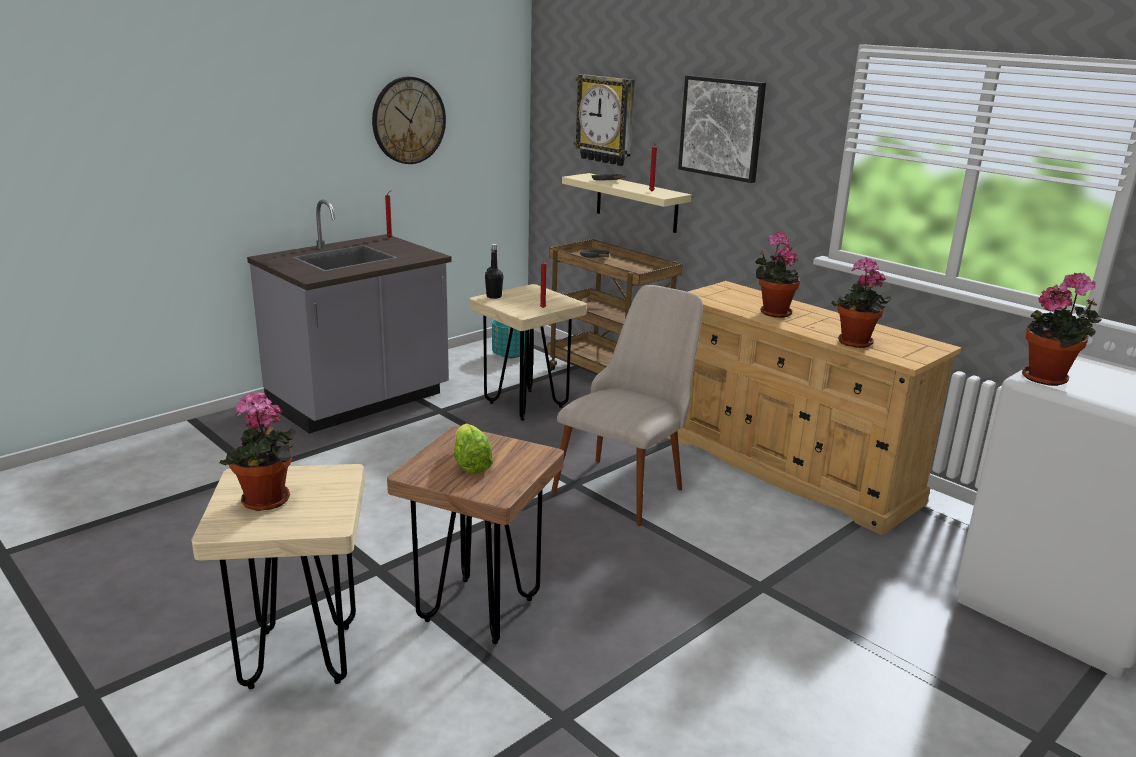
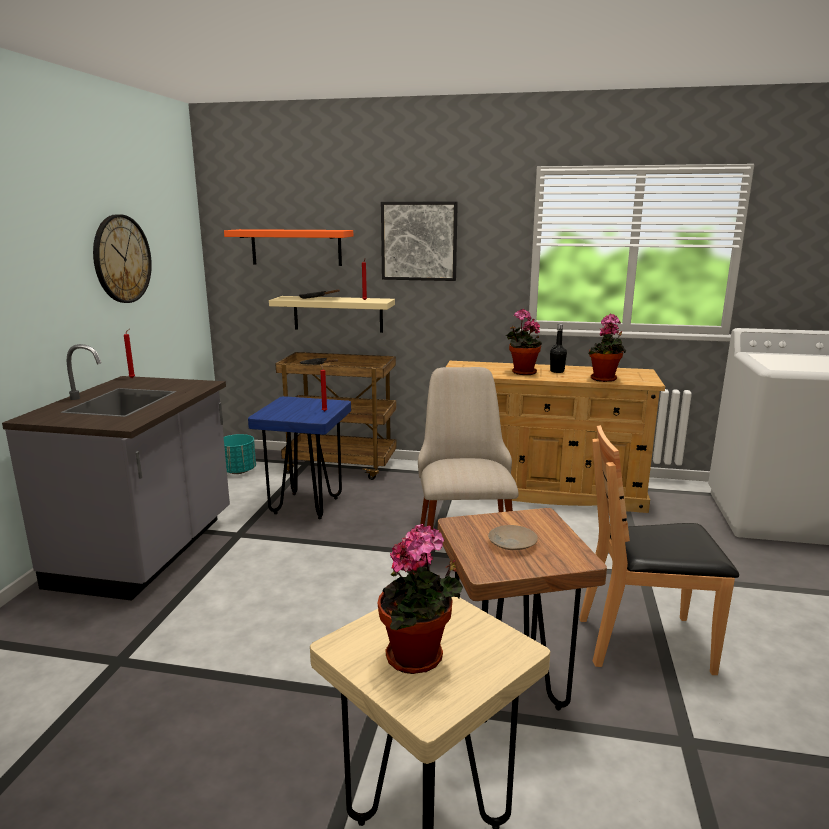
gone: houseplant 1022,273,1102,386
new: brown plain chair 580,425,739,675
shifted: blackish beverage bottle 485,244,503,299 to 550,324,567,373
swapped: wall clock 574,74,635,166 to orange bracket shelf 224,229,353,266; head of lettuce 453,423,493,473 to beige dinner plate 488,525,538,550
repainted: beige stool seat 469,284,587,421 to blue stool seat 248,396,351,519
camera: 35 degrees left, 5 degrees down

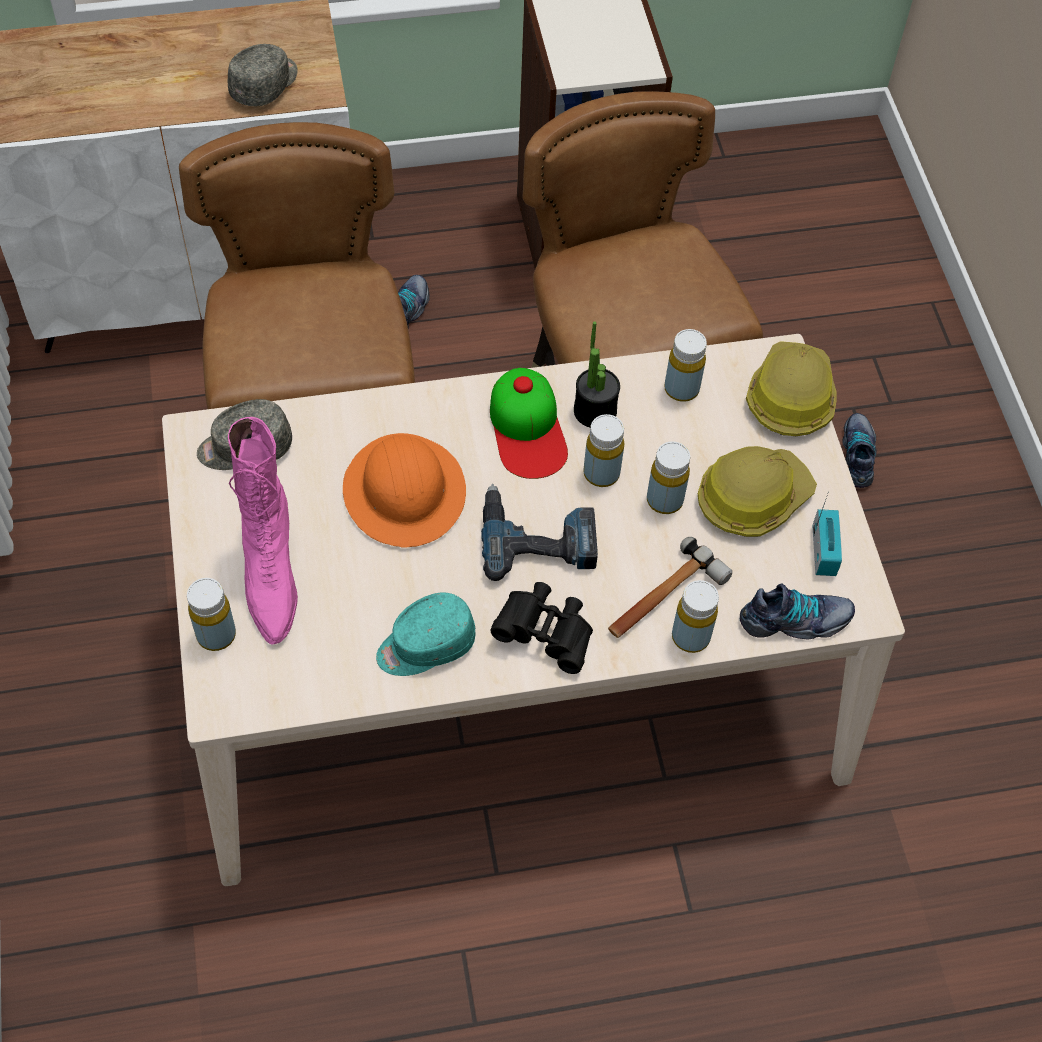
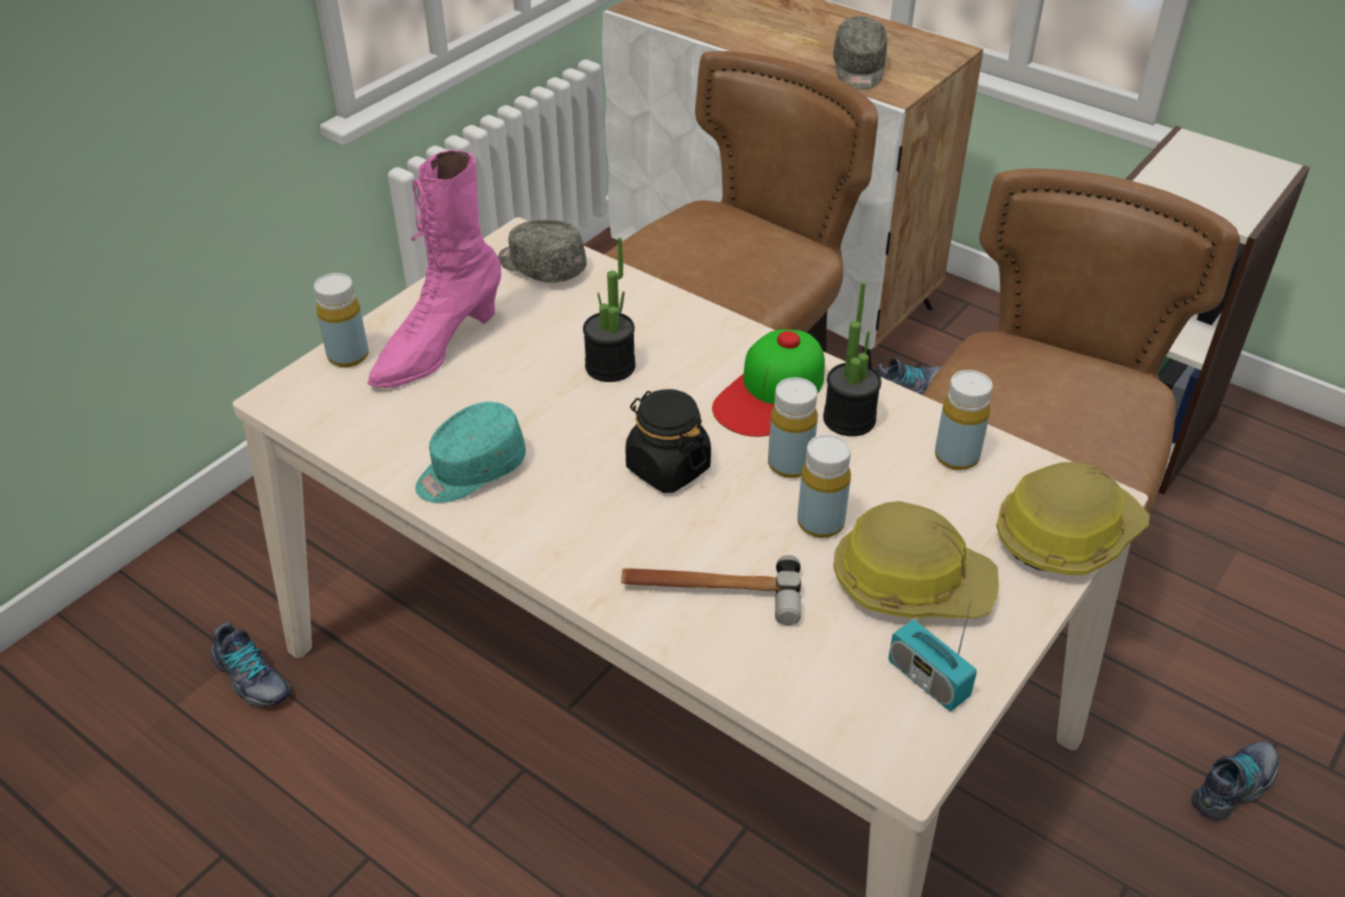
gone: yellow beverage bottle 672,580,719,653; blackish field glasses 491,582,593,674
shifted: low shoe 740,584,855,639 to 211,622,291,707
swapped: orange work helmet 343,433,466,547 to houseplant 583,237,636,382; power drill 481,484,598,581 to blackish preserve jar 625,389,711,493
rotated: gray baseball cap 227,44,298,106 = 833,16,887,89 105 degrees clockwise; radio 813,491,842,576 = 888,598,977,711 90 degrees clockwise; blue-green baseball cap 376,592,476,676 = 415,402,526,503 60 degrees counterclockwise
camera: 50 degrees right, 15 degrees down

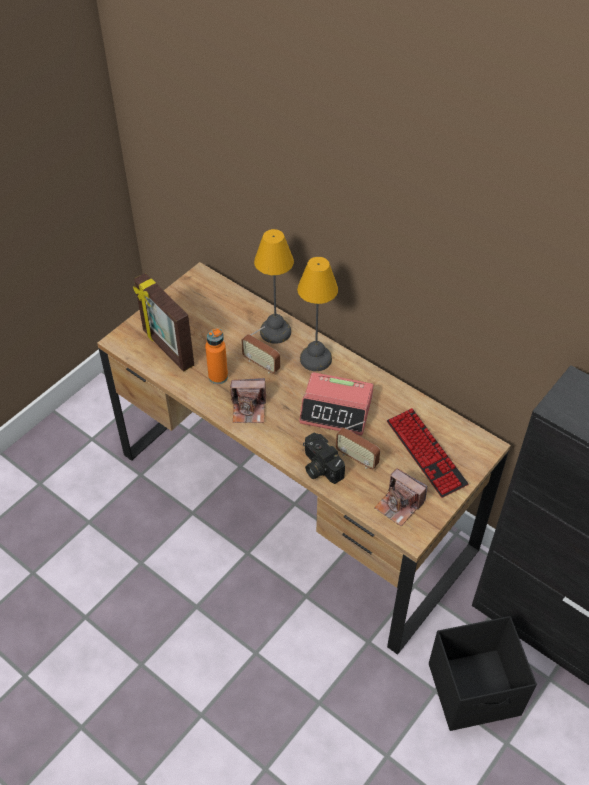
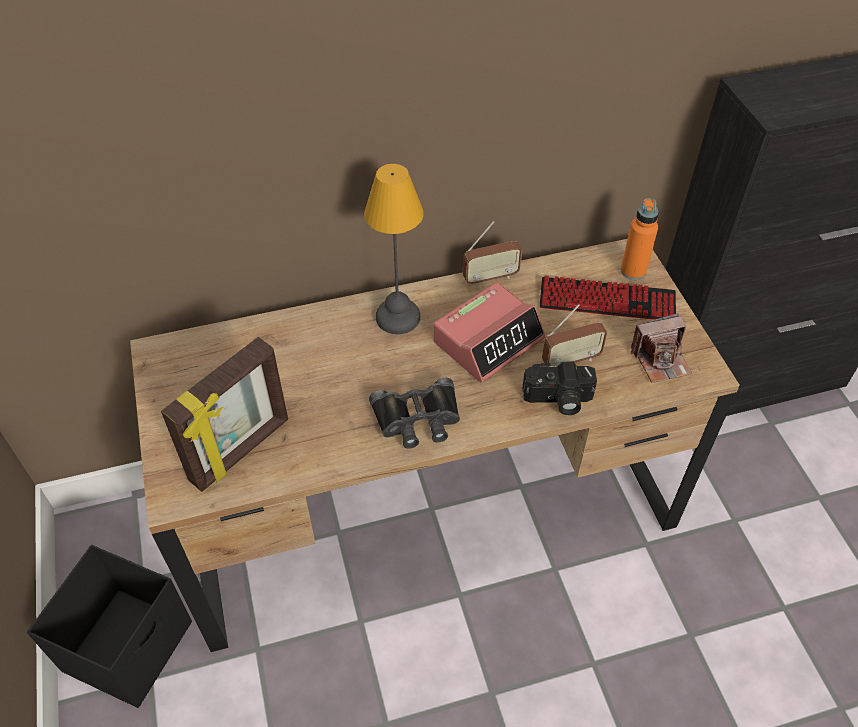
gone: tabletop lamp 254,229,294,344
shifted: radio 241,327,280,374 to 463,221,522,286; orange beverage bottle 205,328,228,384 to 621,198,659,280; blackish storage container 429,616,537,731 to 27,545,192,708
swapped: photo camera 230,378,266,423 to blackish field glasses 369,378,460,448
rotated: photo frame 133,273,194,372 = 161,337,288,492 45 degrees counterclockwise
camera: 55 degrees left, 0 degrees up

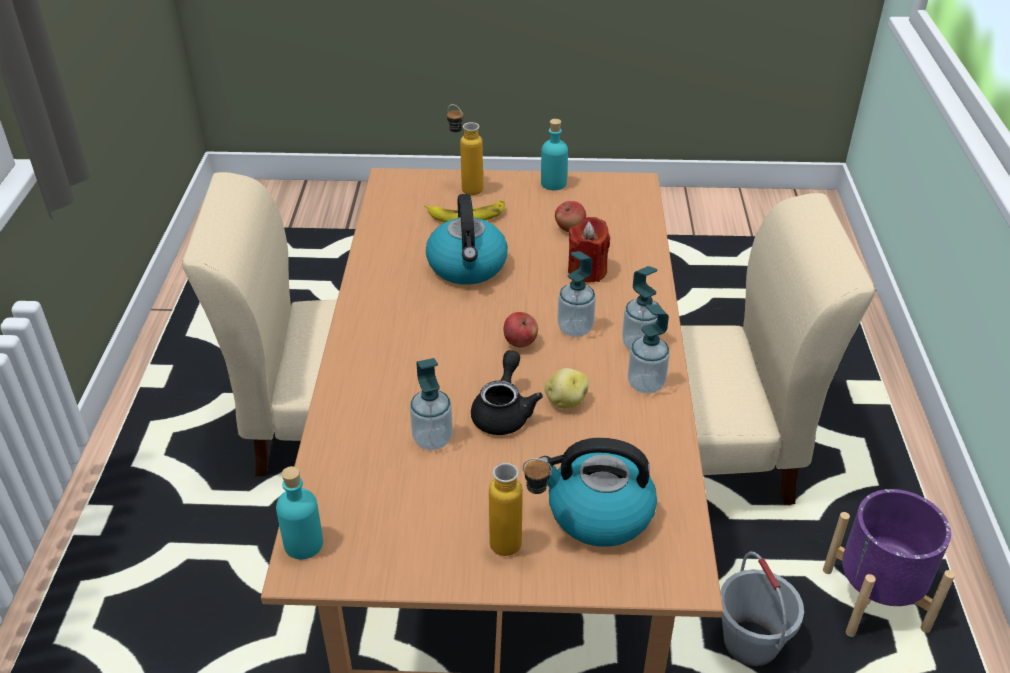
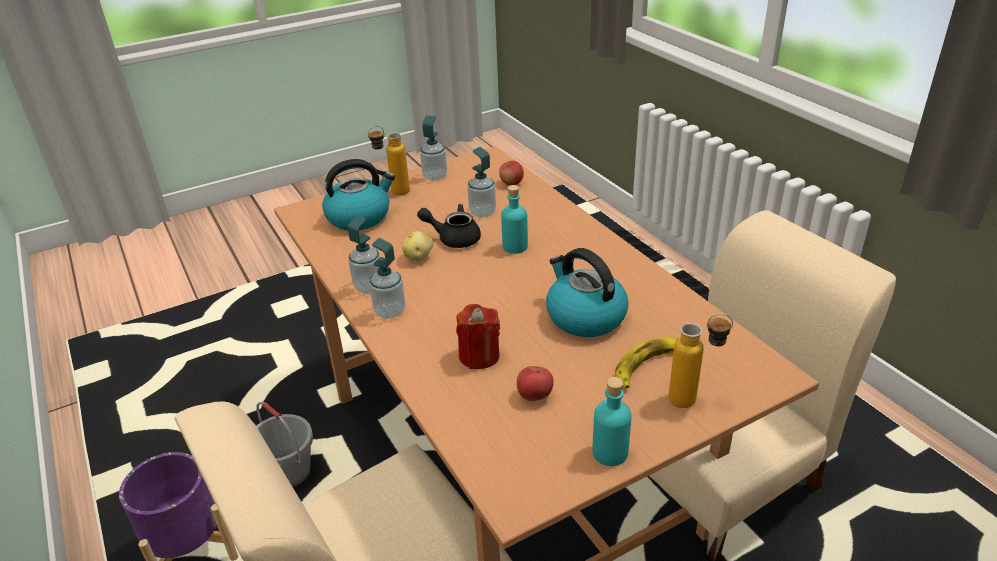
shifted: liquid soap bottle 557,251,596,337 to 420,115,447,181; whole apple 504,312,538,348 to 499,160,524,185; blue-green beverage bottle 276,466,323,559 to 501,185,528,254
rotated: blackish tea pot 471,350,543,435 = 417,204,481,248 120 degrees clockwise
camera: 150 degrees right, 5 degrees down

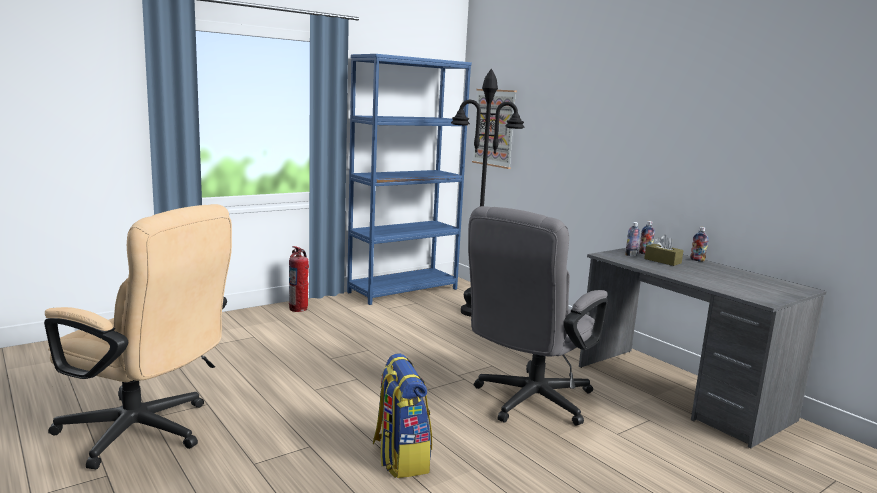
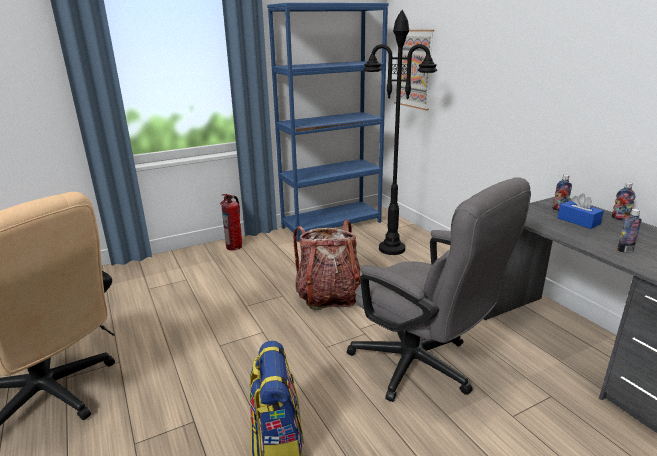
new: rucksack 293,220,361,310
shifted: beverage bottle 625,222,640,256 to 617,209,642,253
repainted: brown box of tissues 644,235,684,266 to blue box of tissues 558,194,604,229
rotated: gray computer chair 464,206,608,426 = 347,177,531,402 90 degrees counterclockwise
camera: 10 degrees right, 10 degrees up

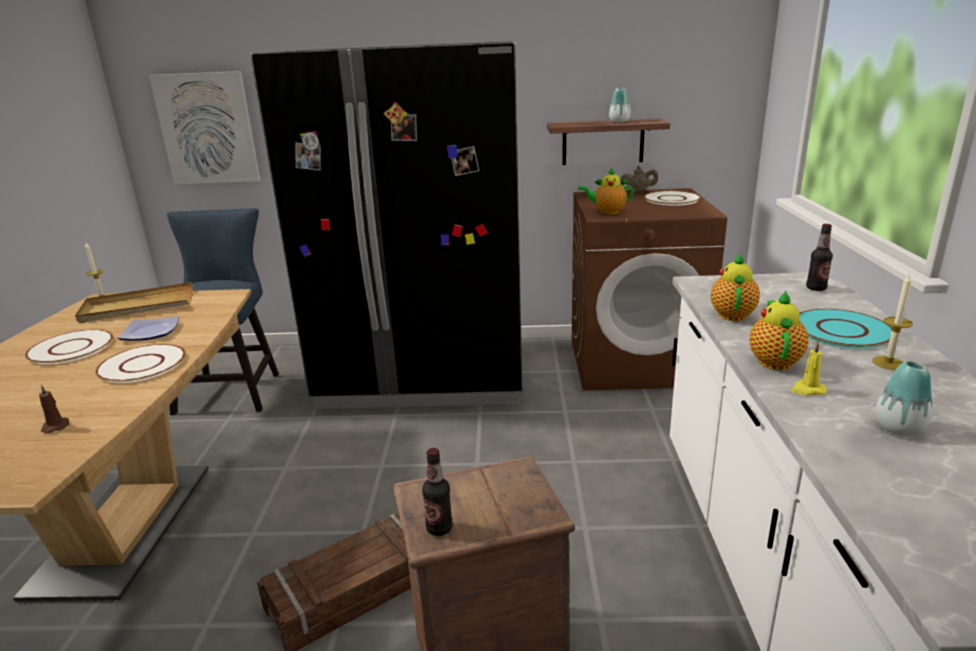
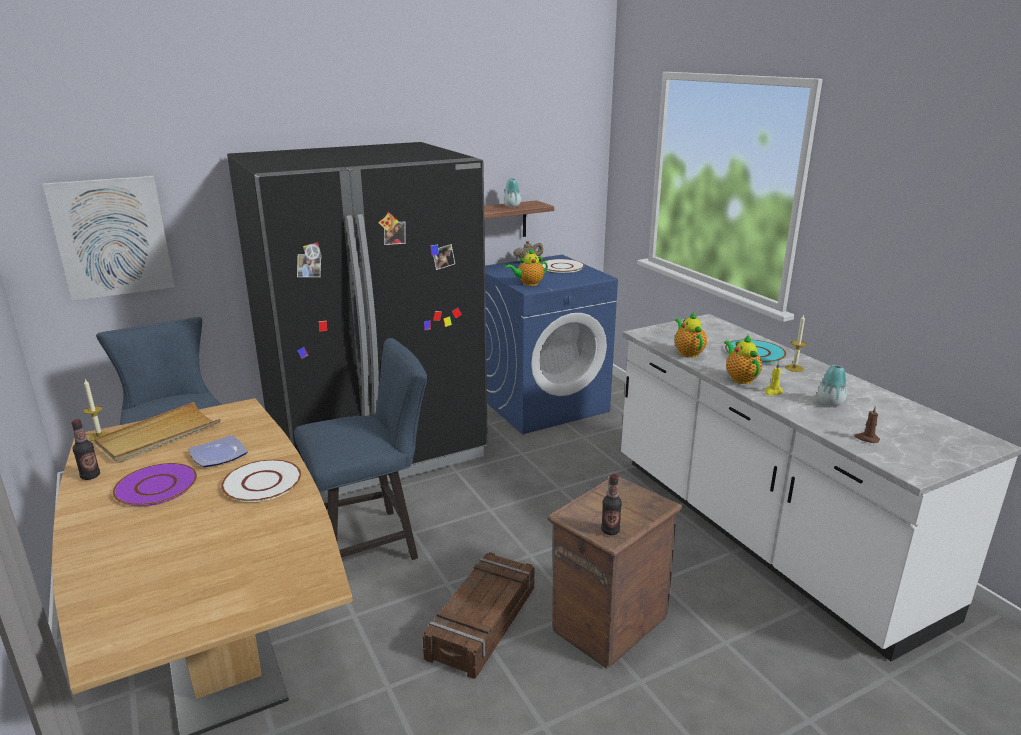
new: blue plain chair 294,338,427,560
shifted: beverage bottle 806,224,833,291 to 72,419,100,480; brown wax light 39,384,69,433 to 855,406,880,443
repainted: brown laundry machine 572,188,727,390 to blue laundry machine 485,255,618,434; whitish dinner plate 25,329,113,364 to purple-coloured dinner plate 113,463,197,506
camera: 30 degrees left, 0 degrees up

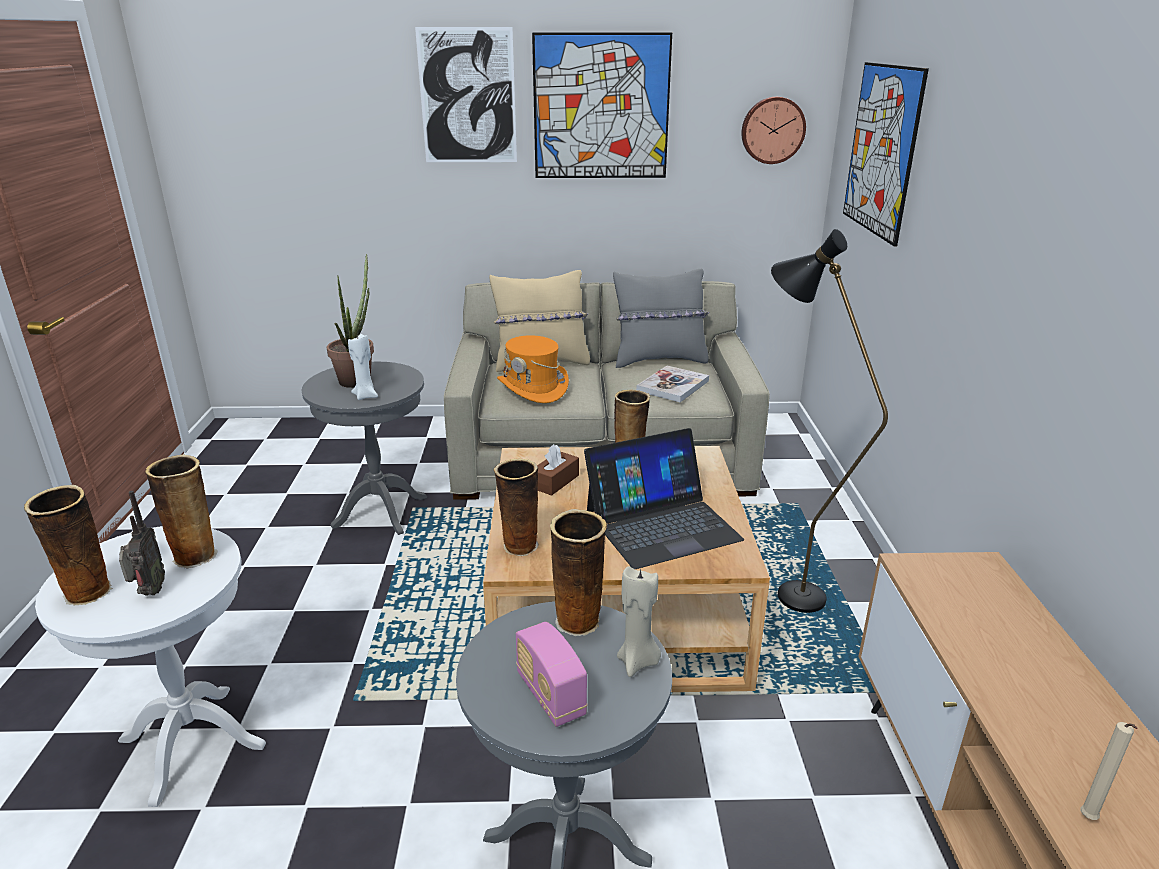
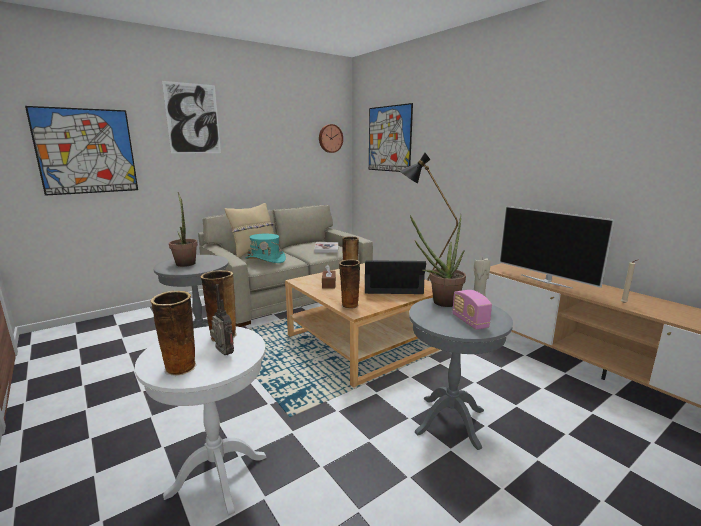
gone: gray cushion 613,269,709,368; whitish wax light 348,334,378,400
new: television 499,206,615,289
shifted: picture 532,33,672,178 to 25,106,138,196
swapped: decorative vase 550,509,607,636 to houseplant 410,214,466,307
repainted: orange wearable hat 497,335,569,403 to blue-green wearable hat 246,234,286,263
rotated: portable computer 584,428,744,569 = 365,260,426,294 120 degrees counterclockwise; radio 516,622,587,727 = 452,290,492,330 45 degrees clockwise
camera: 35 degrees left, 10 degrees down

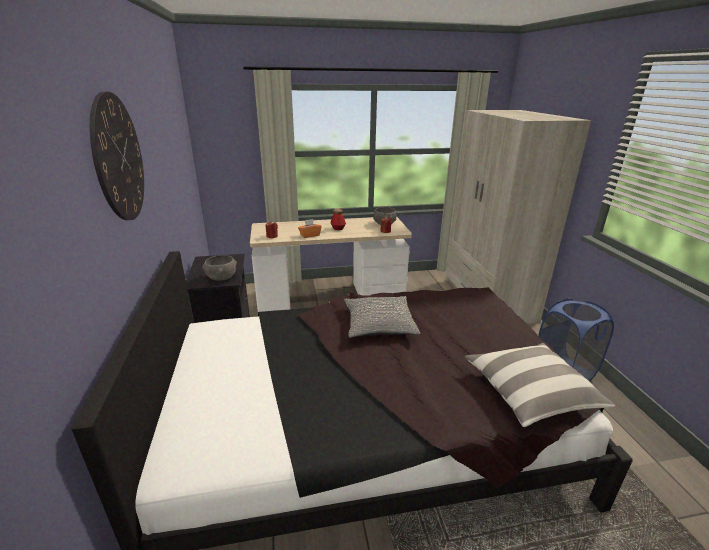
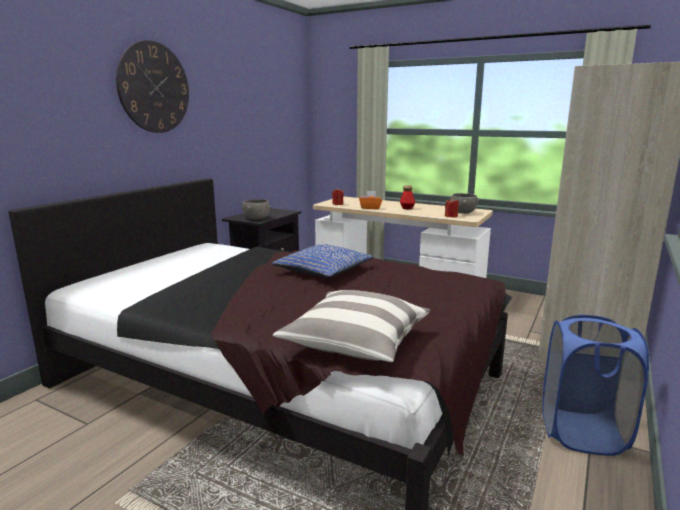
repainted: gray cushion 344,296,420,338 to blue cushion 272,244,374,278
camera: 40 degrees right, 10 degrees down

